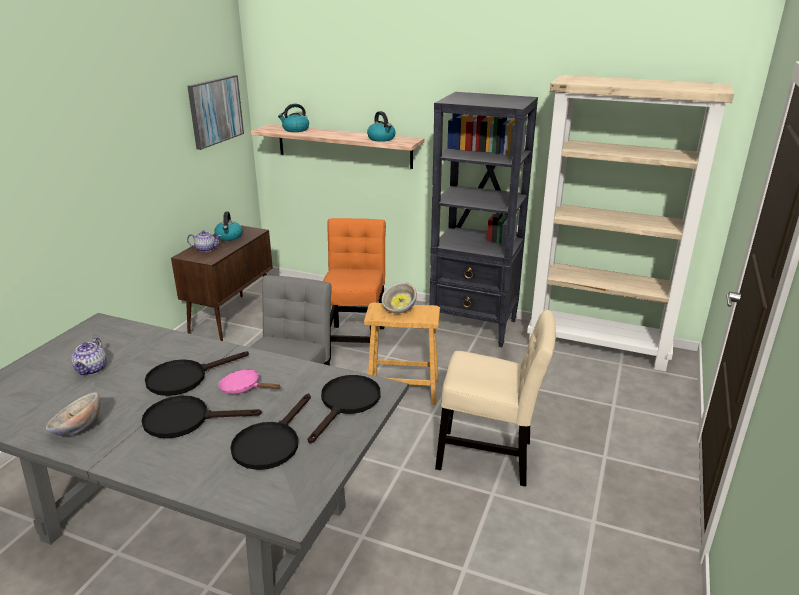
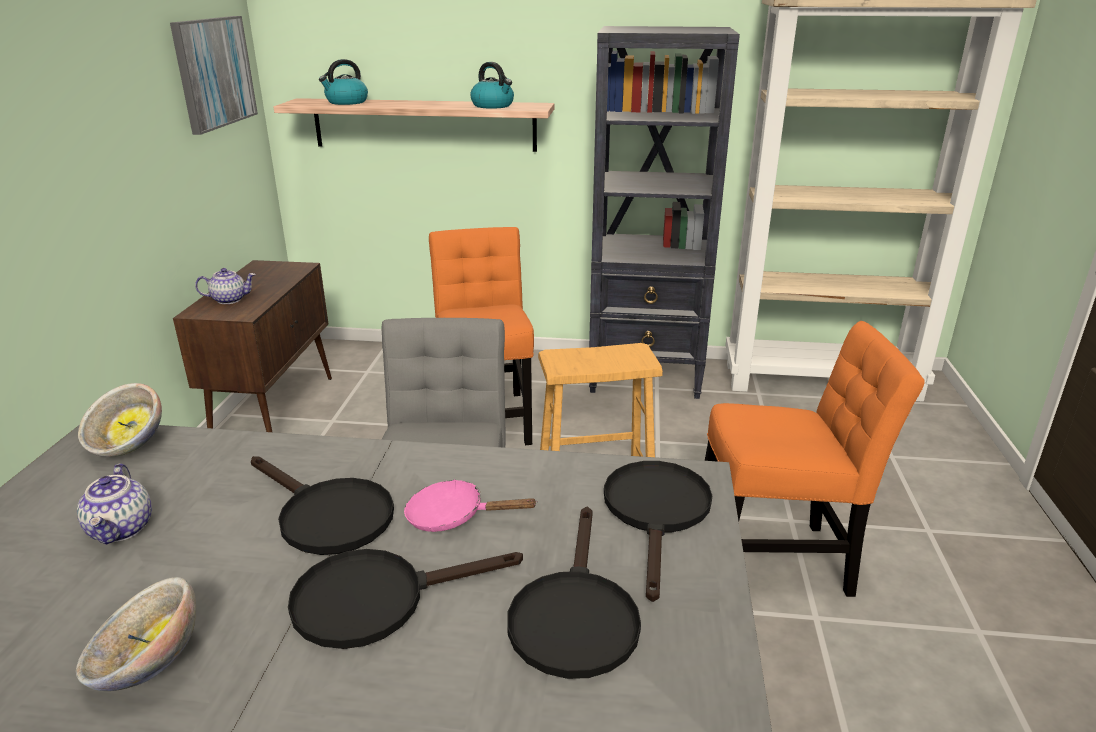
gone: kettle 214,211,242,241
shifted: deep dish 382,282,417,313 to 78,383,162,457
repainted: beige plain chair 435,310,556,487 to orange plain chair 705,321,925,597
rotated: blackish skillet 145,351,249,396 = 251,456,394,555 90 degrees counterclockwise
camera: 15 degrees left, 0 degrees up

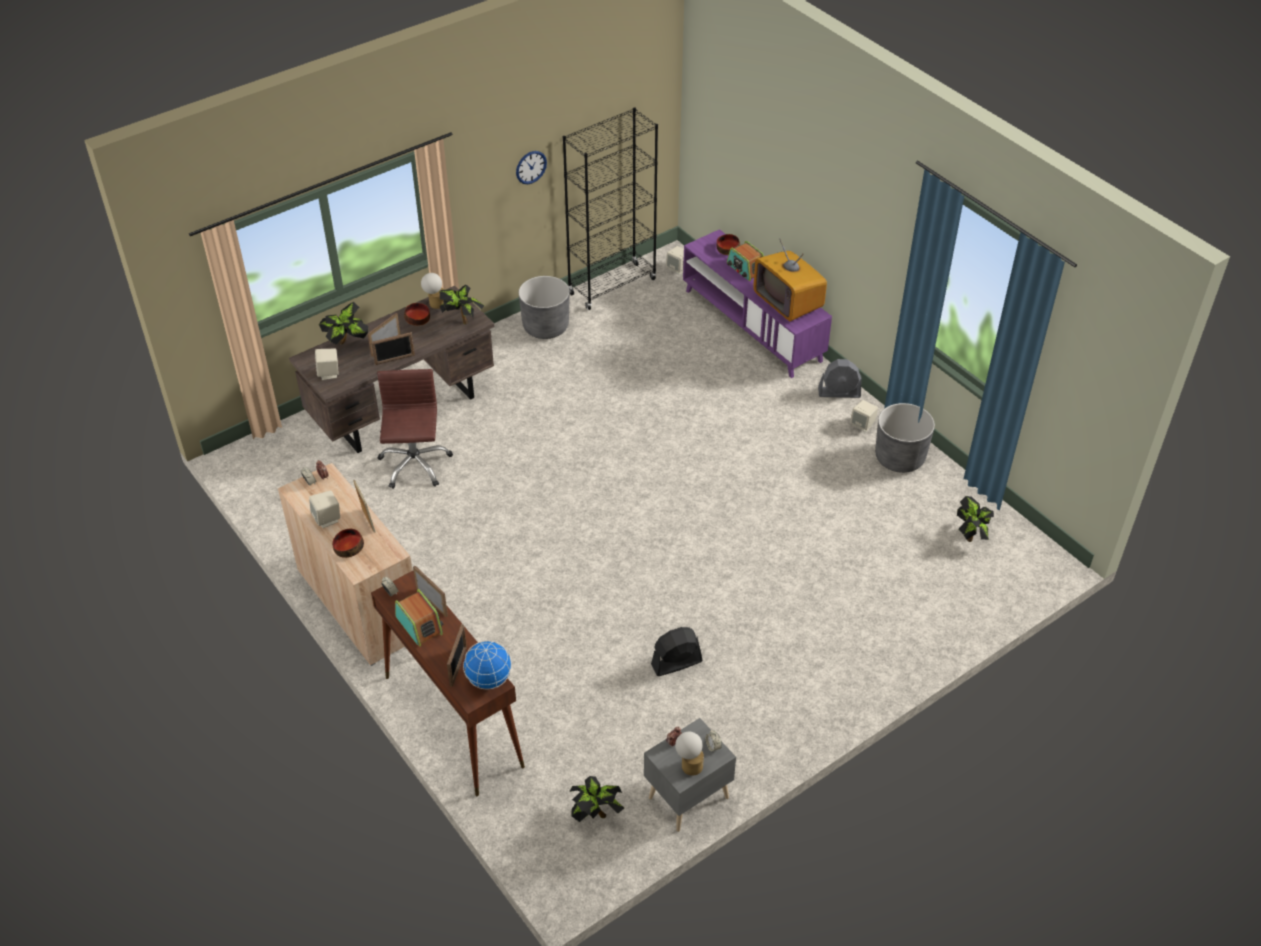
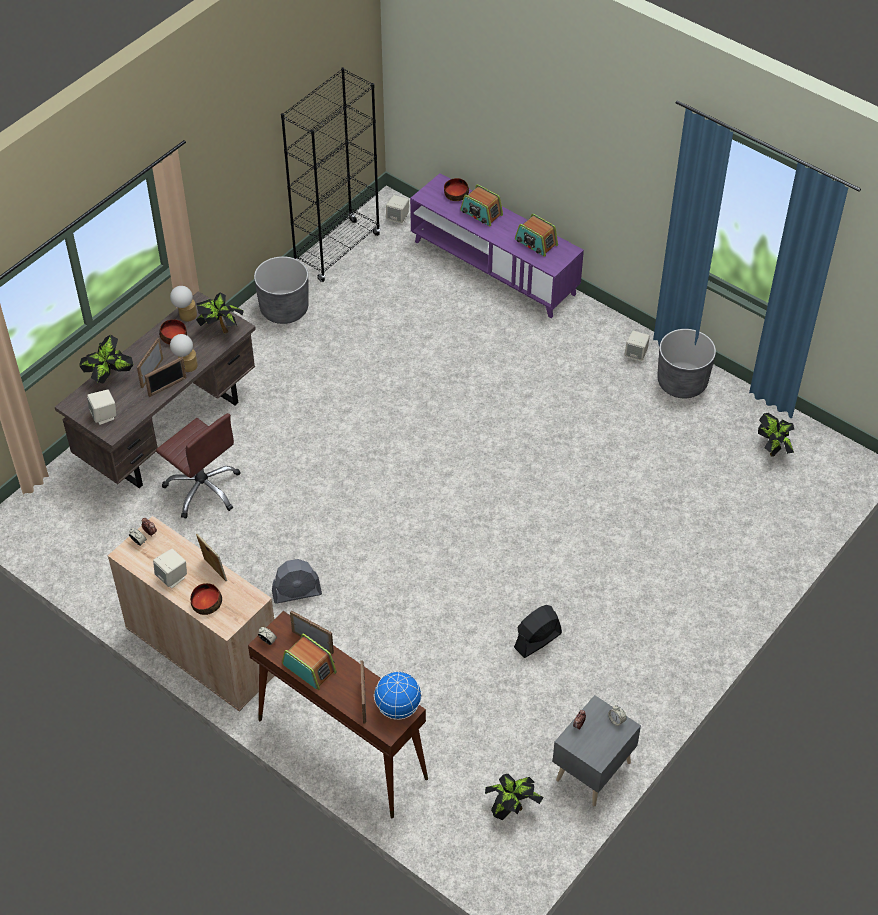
gone: wall clock 516,151,547,184
shifted: gray electric fan 818,359,862,398 to 272,559,322,604; tabletop lamp 675,732,704,776 to 170,334,198,372
swapped: television 753,238,827,321 to radio 515,214,558,257
rotated: brown computer chair 377,369,453,489 = 156,413,240,519 150 degrees clockwise
camera: 15 degrees left, 5 degrees up

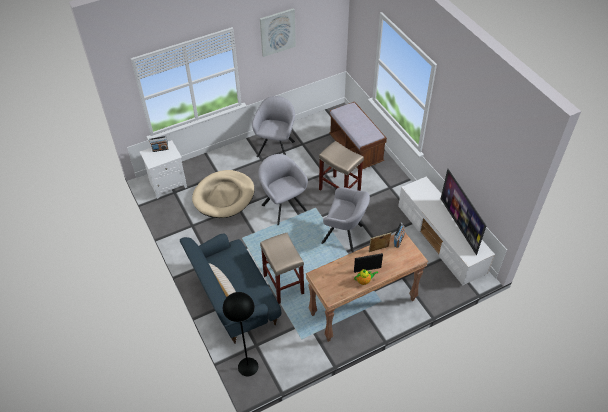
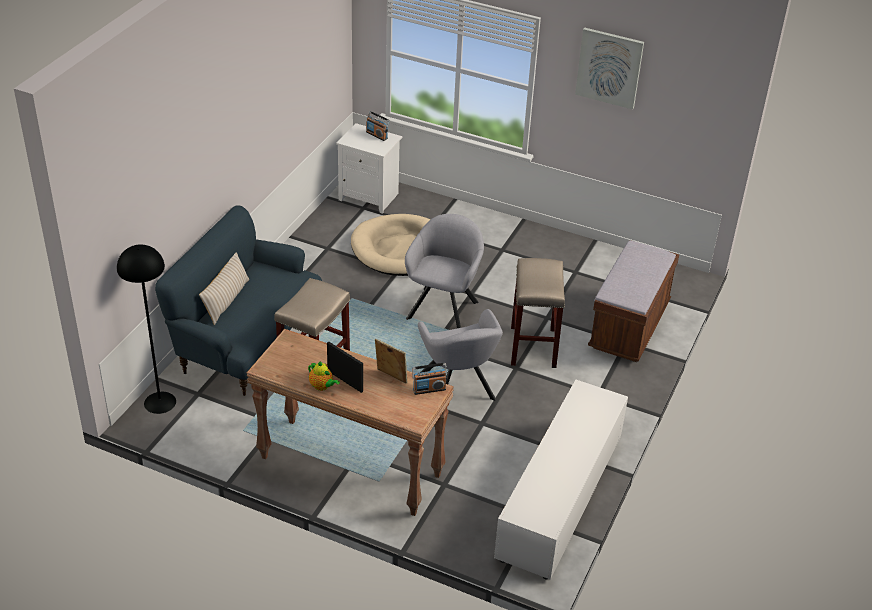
gone: gray armchair 252,96,295,157; television 441,169,487,255
camera: 50 degrees right, 10 degrees down

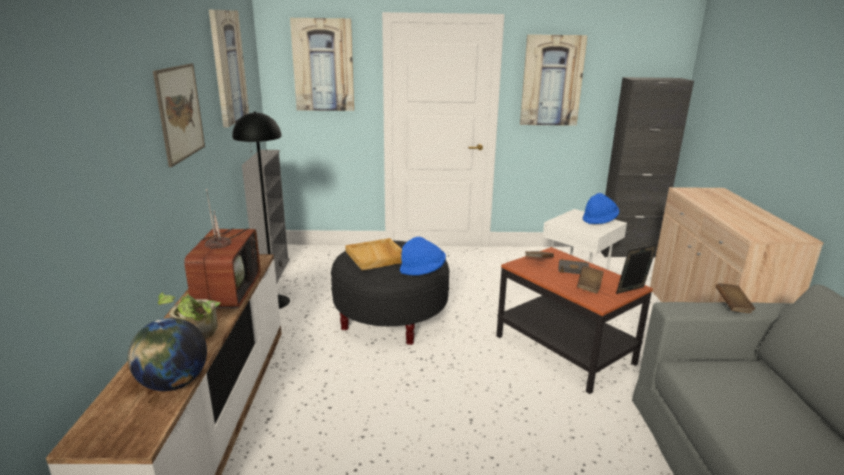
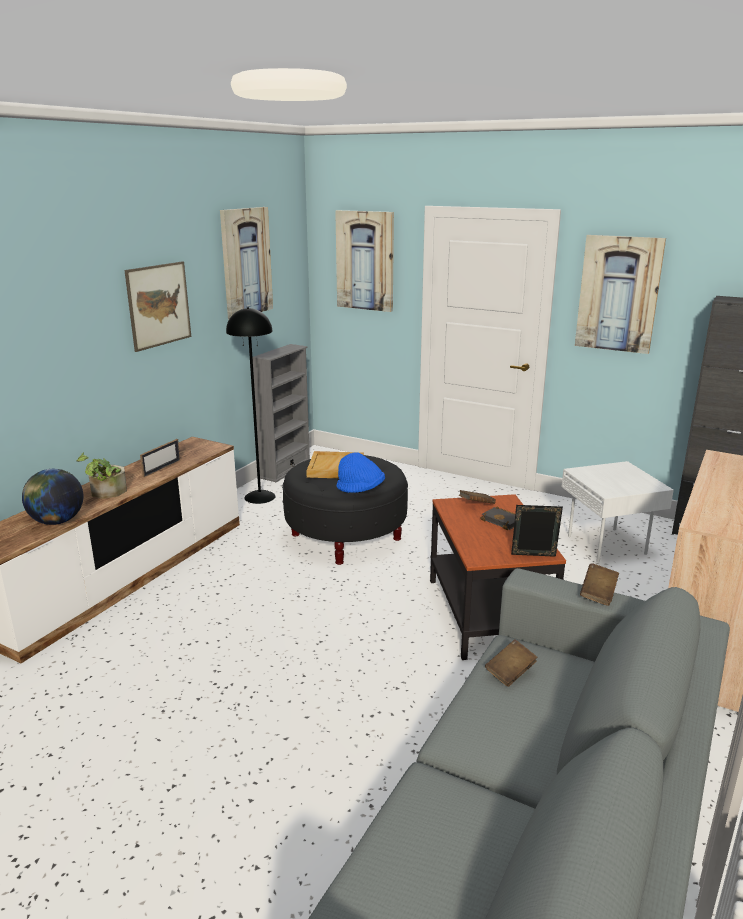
gone: blue wearable hat 583,193,619,224
shifted: brown bound book 577,266,604,294 to 485,640,537,687
swapped: television 184,189,260,308 to photo frame 140,439,180,477
camera: 30 degrees right, 0 degrees up

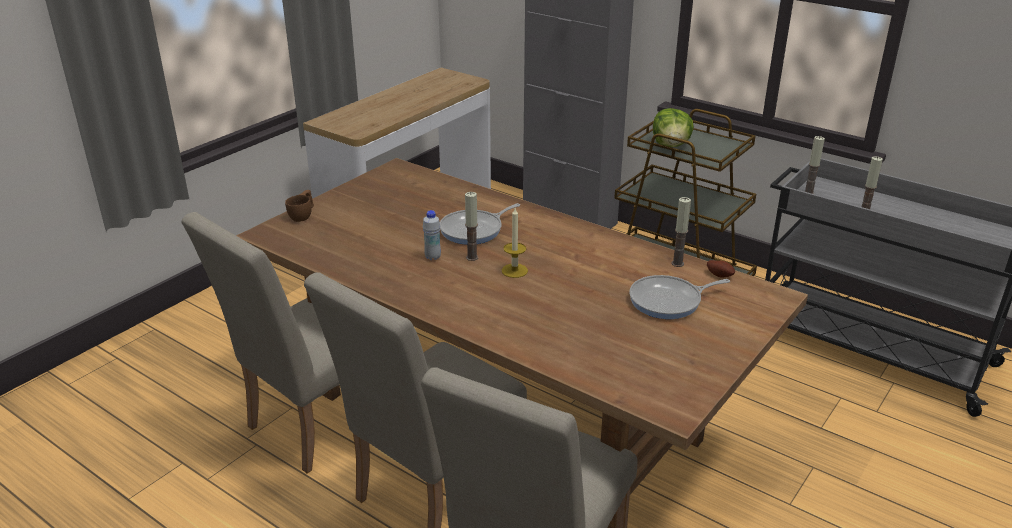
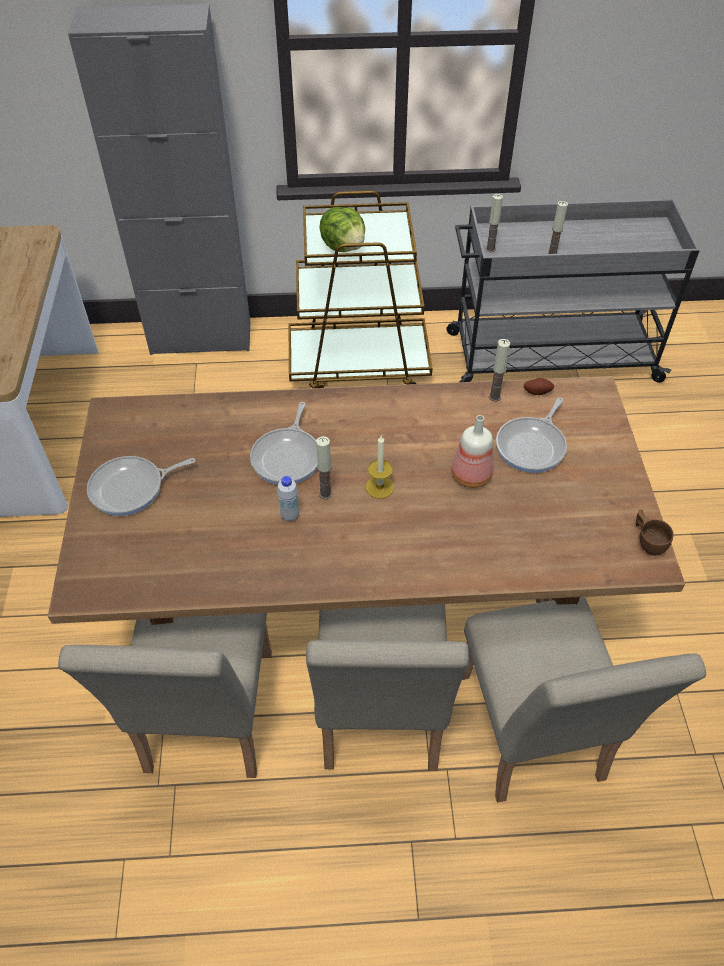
new: beverage bottle 451,415,493,488; skillet 87,456,195,516
shifted: brown cup 285,190,314,222 to 636,509,674,555
camera: 40 degrees left, 20 degrees up

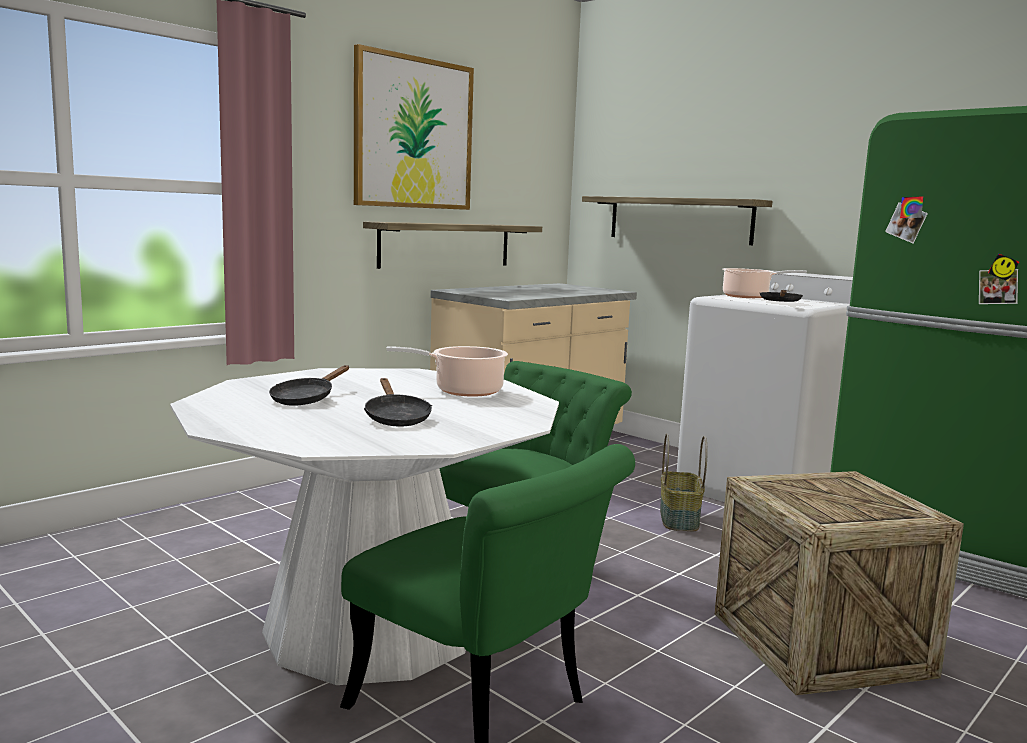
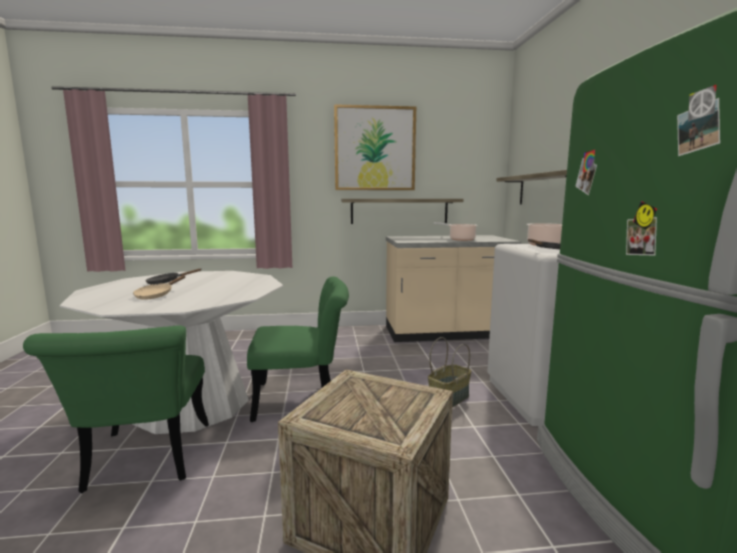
shifted: saucepot 387,346,508,397 to 434,222,477,241
repainted: blackish skillet 364,378,432,426 to beige skillet 133,275,185,300
camera: 40 degrees right, 0 degrees up

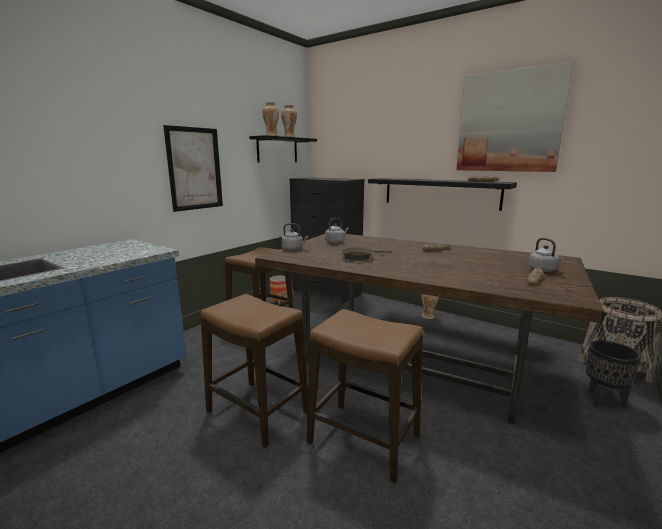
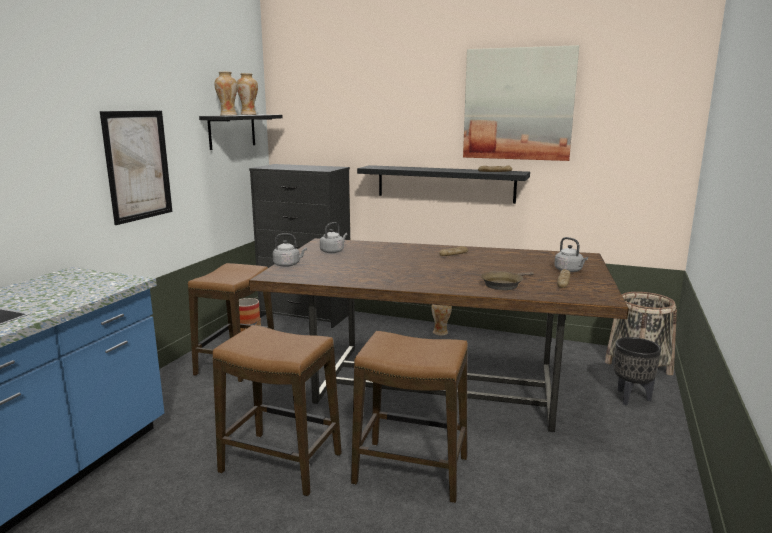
shifted: brown skillet 341,247,392,261 to 481,271,534,290
camera: 15 degrees left, 0 degrees up

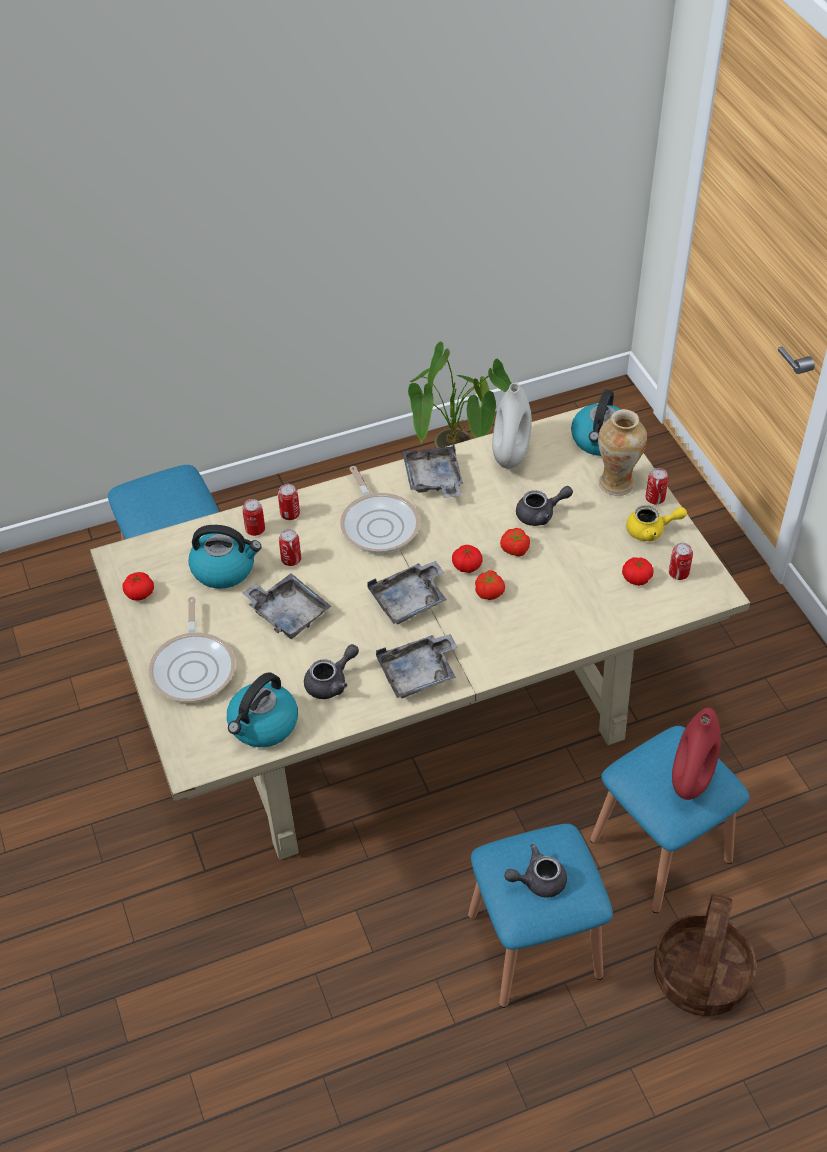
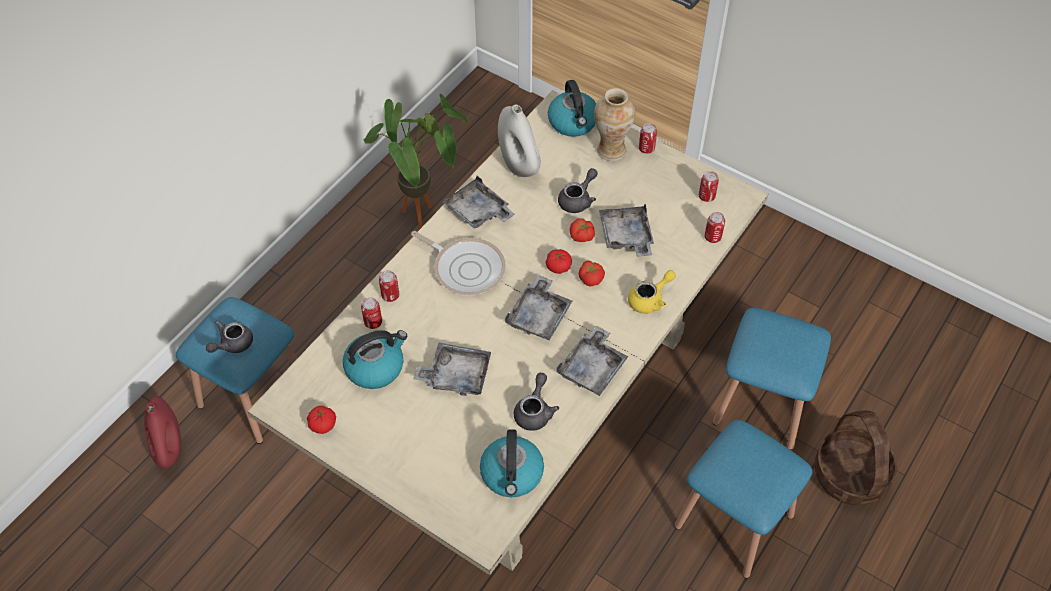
gone: whole tomato 622,557,654,586; skillet 148,597,235,702
new: gray serving tray 599,204,654,257
shifted: yellow tea pot 626,505,687,541 to 628,270,676,314; metal can 279,529,301,566 to 704,212,725,243; reddish decorative vase 672,708,721,800 to 144,396,181,469; gray tea pot 504,844,567,898 to 206,321,253,353
camera: 35 degrees left, 5 degrees up

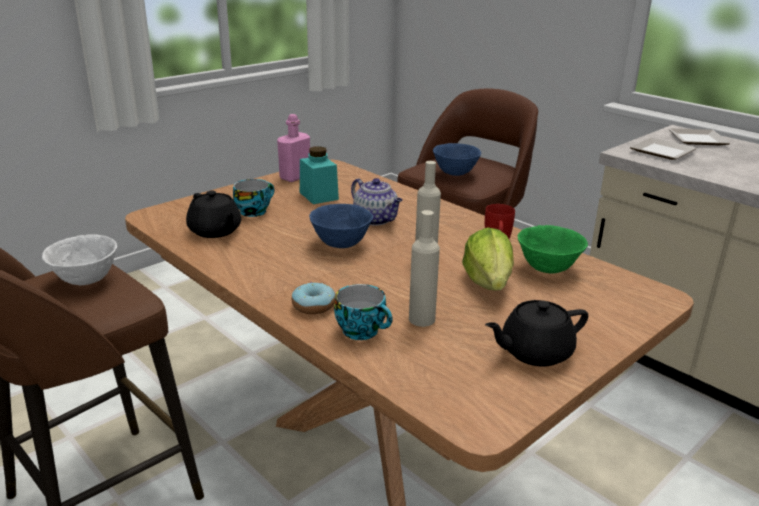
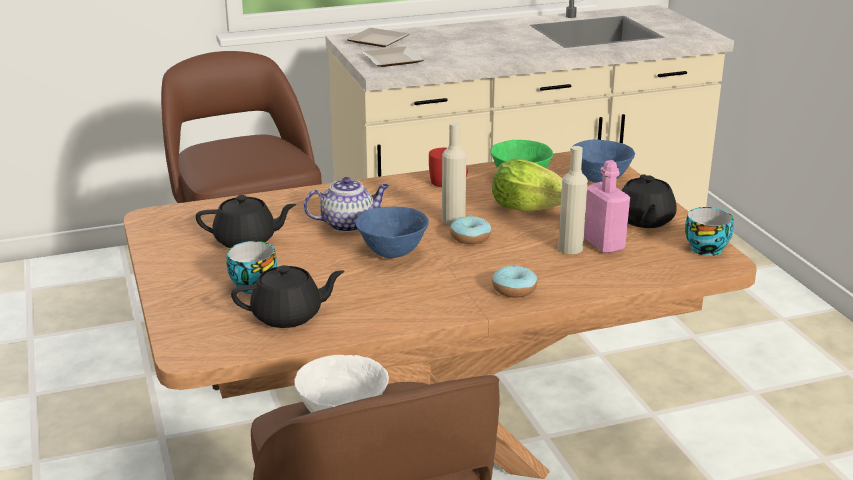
new: doughnut 450,215,491,244
shifted: pink beverage bottle 277,114,310,182 to 584,160,630,254; blue deep dish 433,143,481,176 to 571,140,635,183; cup 334,284,393,340 to 685,207,734,256
swapped: blue-green preserve jar 300,146,339,204 to blackish tea pot 196,195,296,248
camera: 65 degrees left, 0 degrees up

